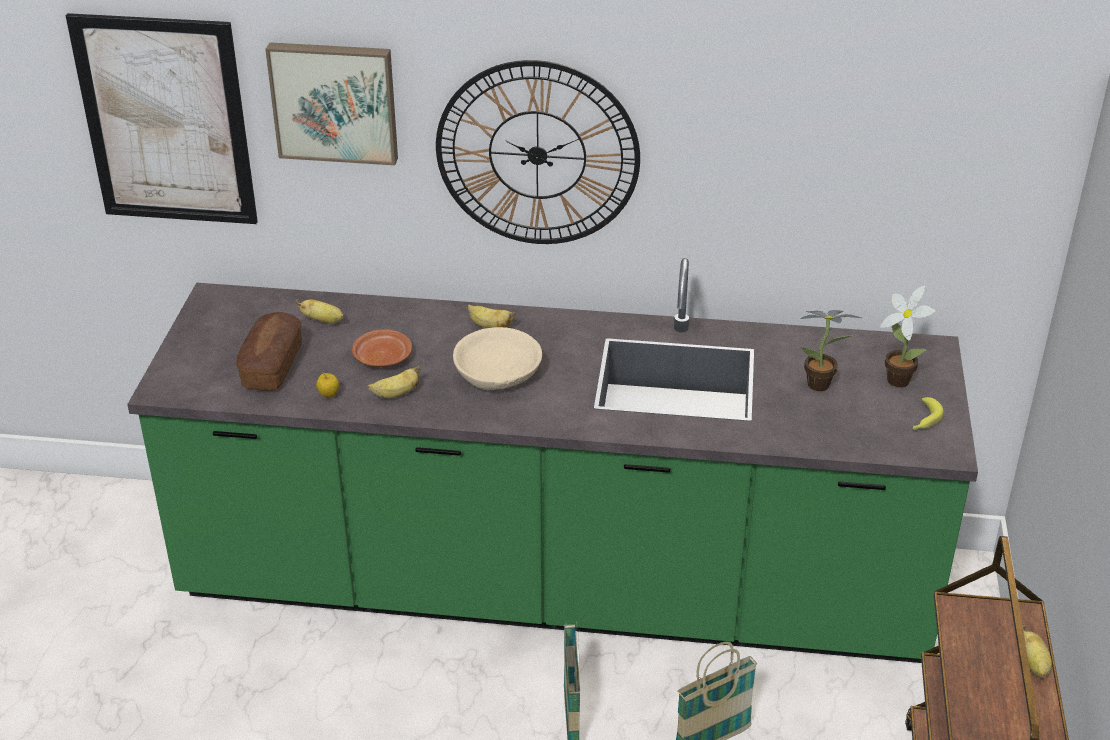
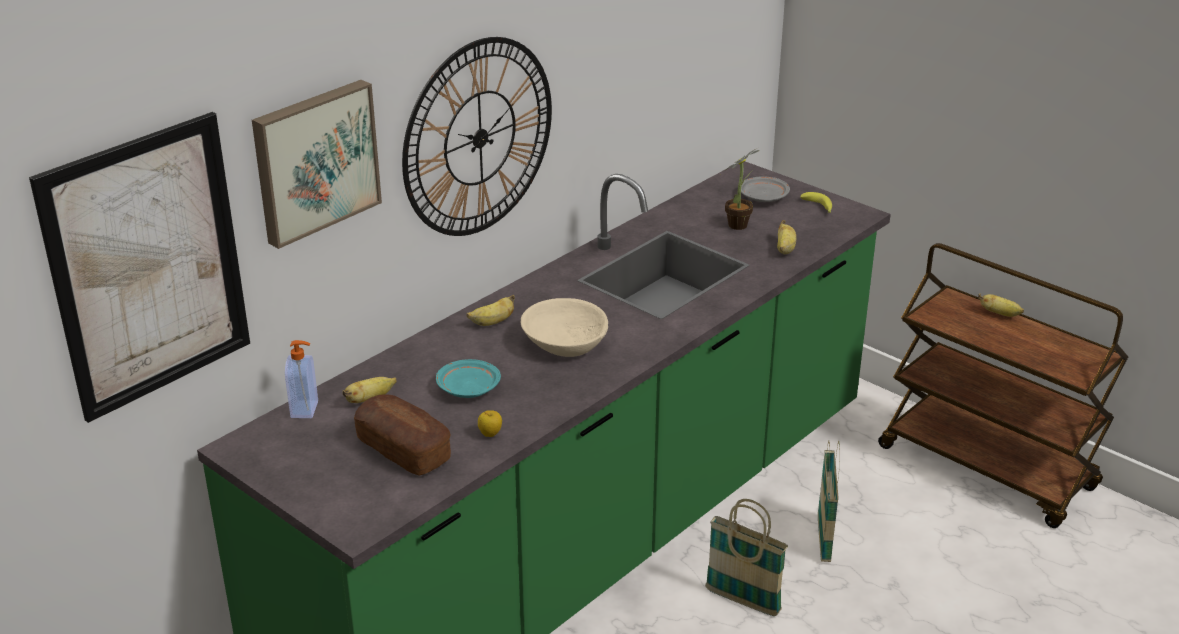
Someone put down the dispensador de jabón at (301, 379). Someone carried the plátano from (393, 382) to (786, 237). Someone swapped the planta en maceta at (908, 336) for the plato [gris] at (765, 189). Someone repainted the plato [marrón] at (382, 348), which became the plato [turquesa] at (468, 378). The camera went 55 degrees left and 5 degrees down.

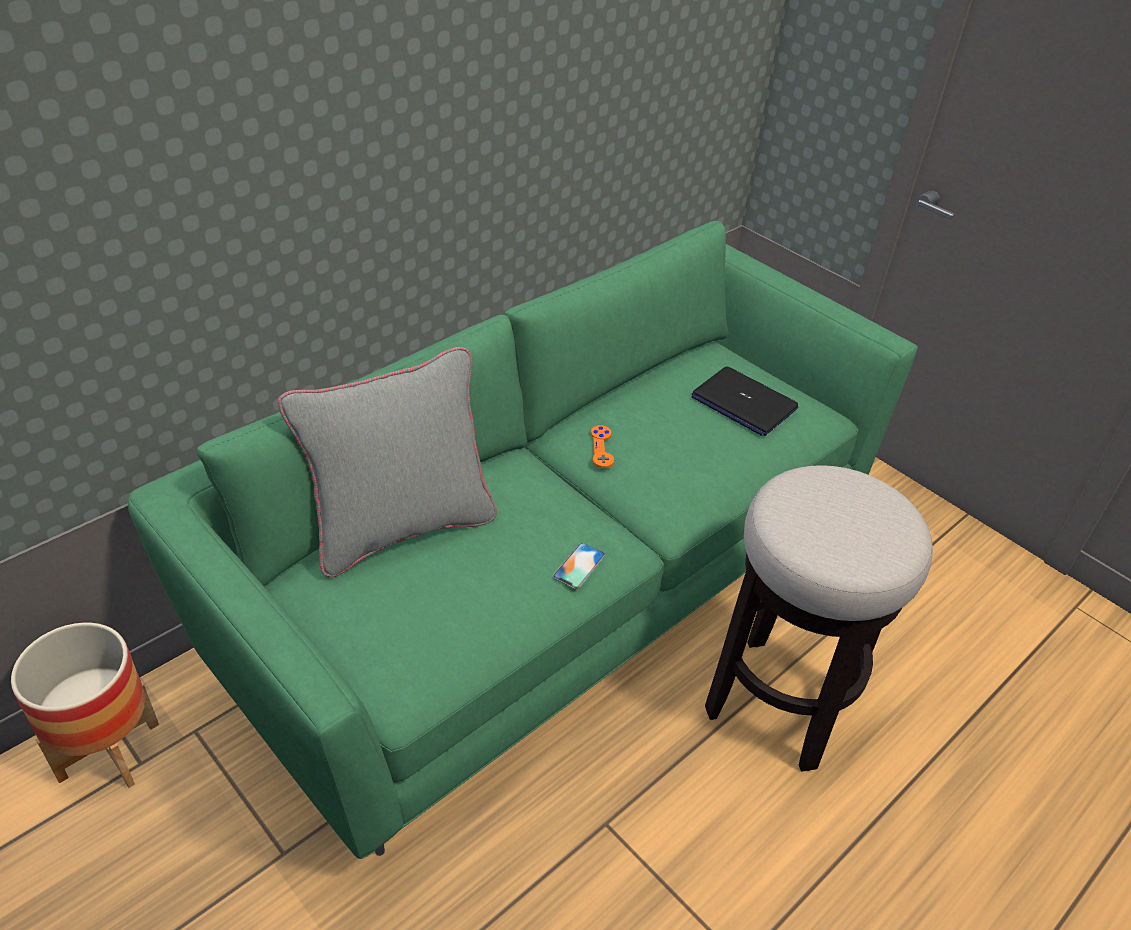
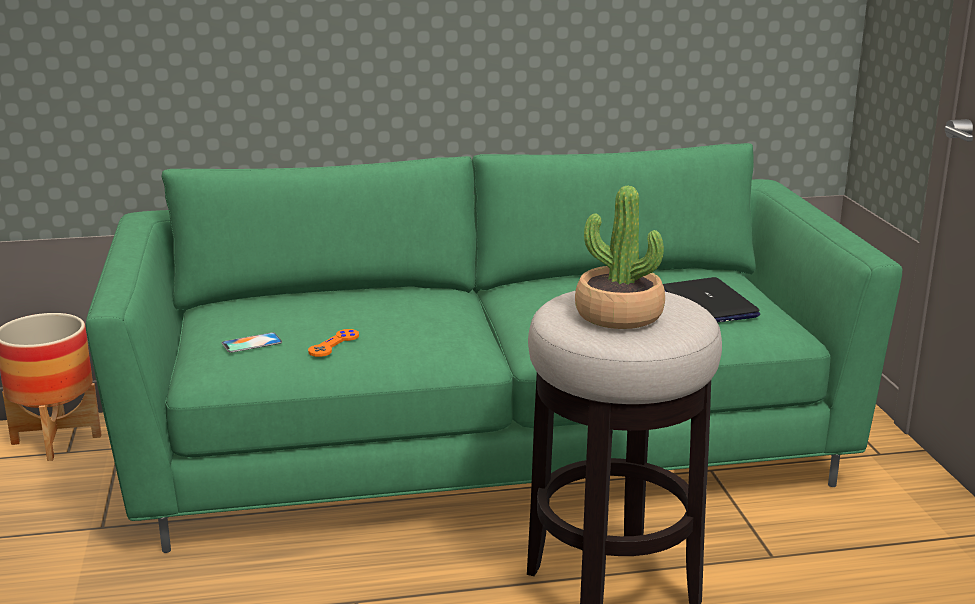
Someone took away the cojín [gris] at (387, 462). Someone put down the planta en maceta at (620, 257). Someone carried the móvil from (579, 566) to (252, 342). Someone carried the mando de consola [naranja] from (602, 446) to (333, 343). The camera went 35 degrees right and 20 degrees down.

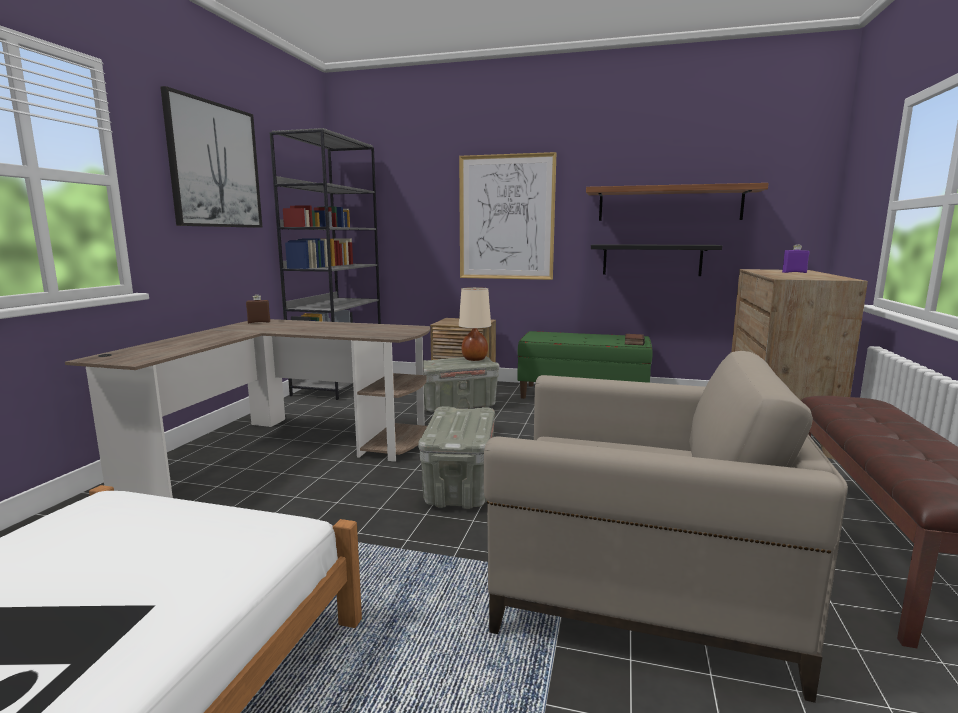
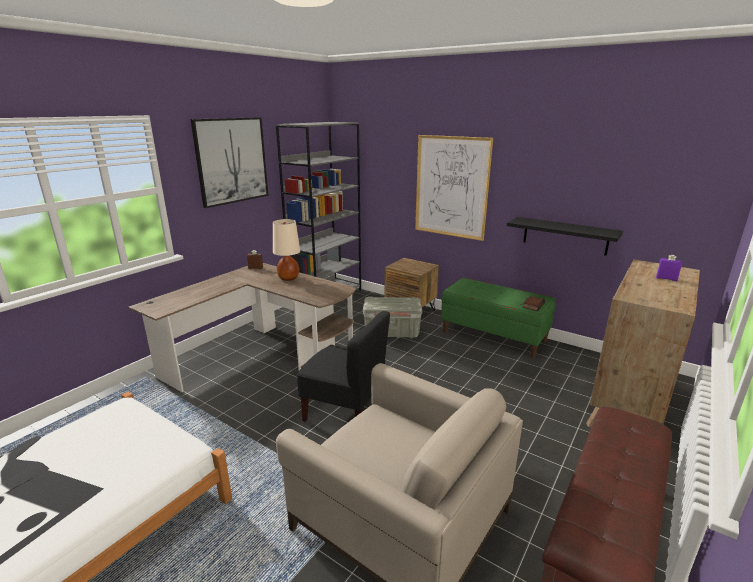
Someone took away the estante at (677, 202). Someone carried the lámpara de mesa [beis] from (475, 324) to (286, 250). Someone swapped the caja de almacenaje [gris] at (456, 457) for the silla [negro] at (343, 366). The camera went 20 degrees right and 10 degrees up.

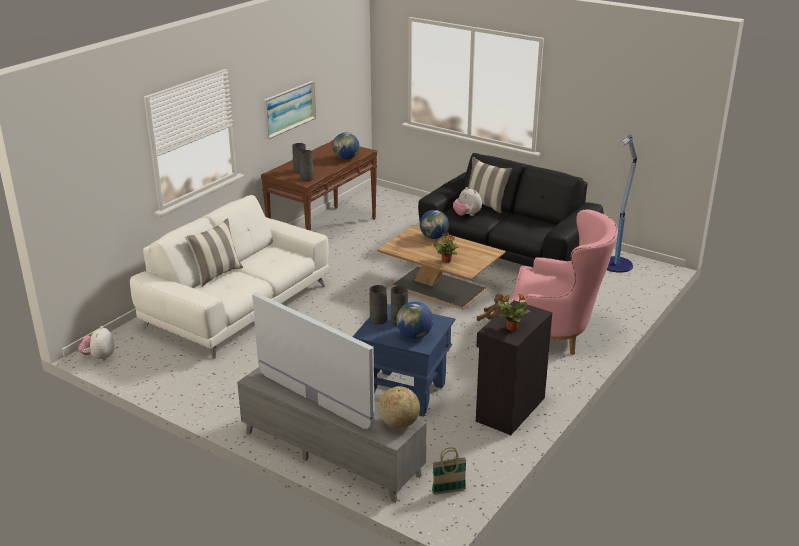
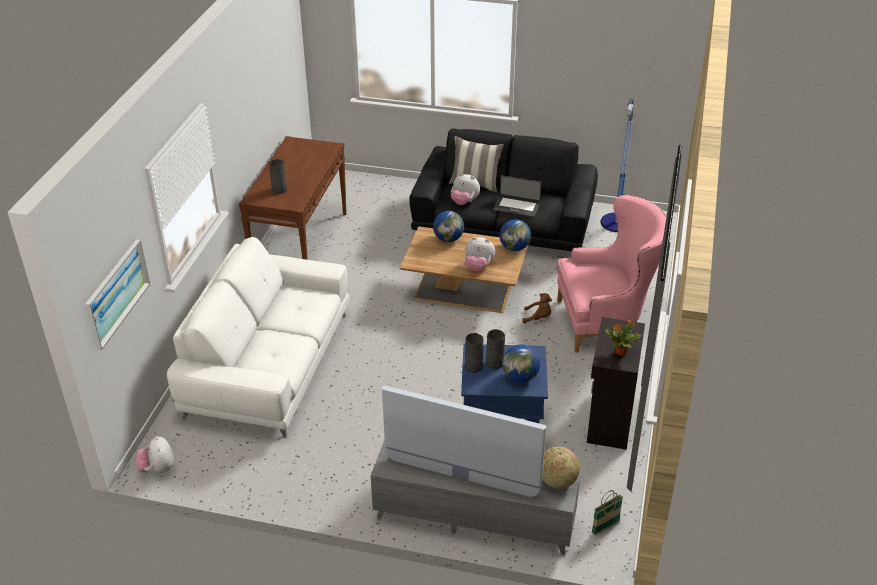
Someone took away the cojín at (214, 252). Someone took away the florero [gris] at (306, 165). Someone put down the portátil at (517, 196). Someone carried the cuadro from (289, 110) to (117, 294). Someone carried the globo terráqueo from (345, 146) to (515, 235). Someone swapped the planta en maceta at (446, 247) for the peluche at (480, 254). The camera went 20 degrees left and 10 degrees up.

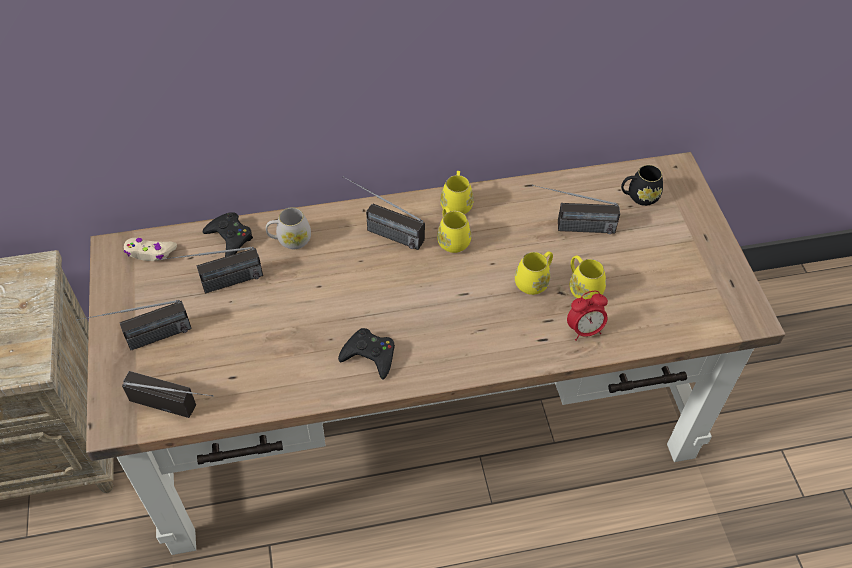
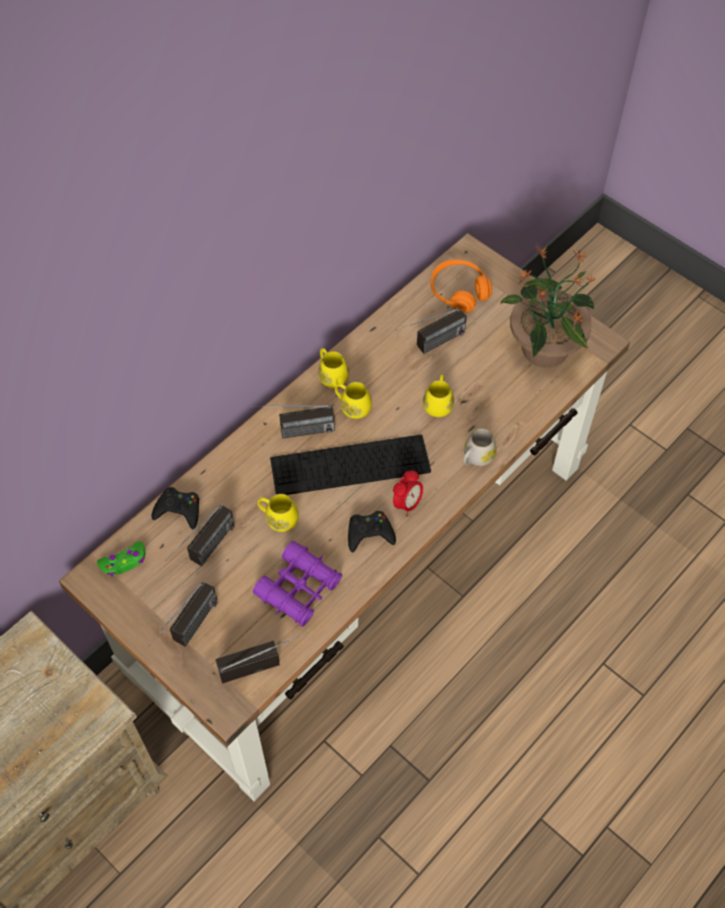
Someone put down the prismáticos [morado] at (297, 584). Someone put down the teclado at (350, 464). Someone put down the planta en maceta at (547, 306). Someone carried the taza grande [blanco] from (288, 228) to (479, 447). Someone carried the despertador from (587, 316) to (408, 493). Someone carried the taza grande [amarillo] from (588, 277) to (278, 513). Someone swapped the taza grande [negro] at (642, 185) for the auriculares [naranja] at (461, 286). Someone repainted the mando de consola [beis] at (150, 249), which became the mando de consola [verde] at (121, 558). The camera went 35 degrees left and 5 degrees up.

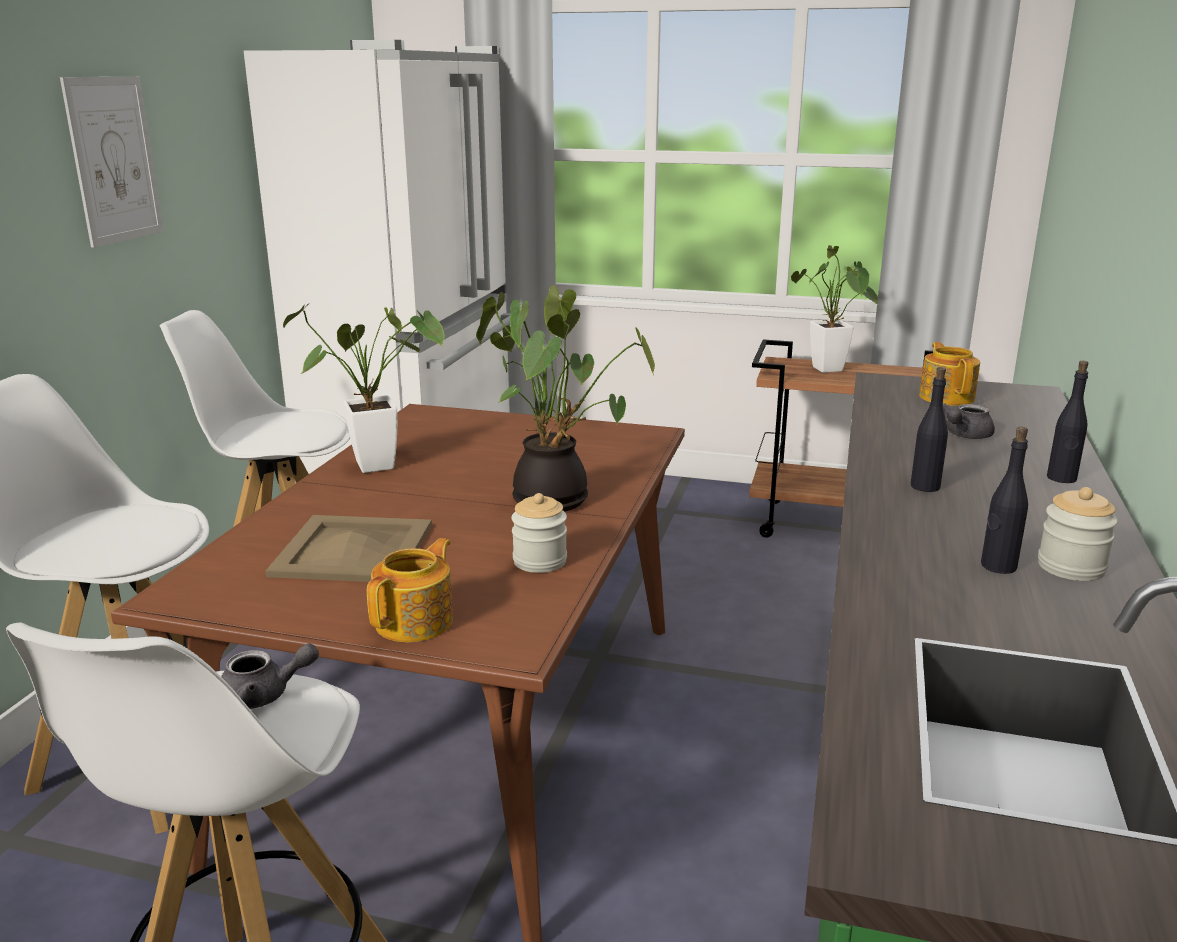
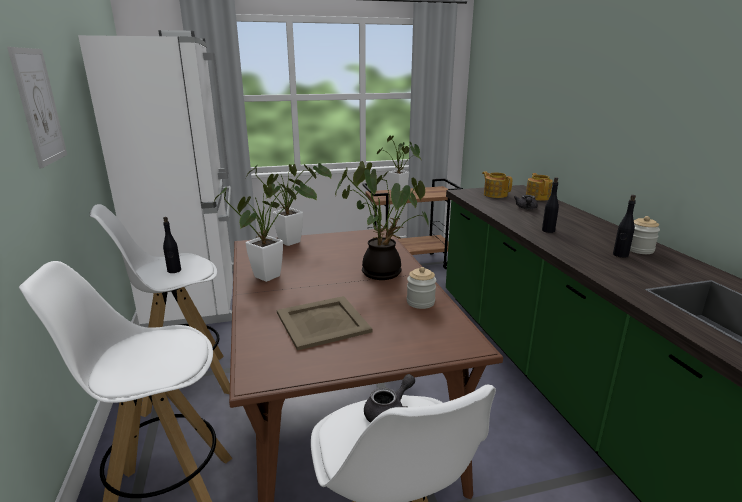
Someone put down the planta en maceta at (289, 204). Someone carried the tetera from (410, 590) to (539, 187). Someone carried the botella [negro] from (1068, 422) to (172, 245). The camera went 30 degrees left and 0 degrees up.

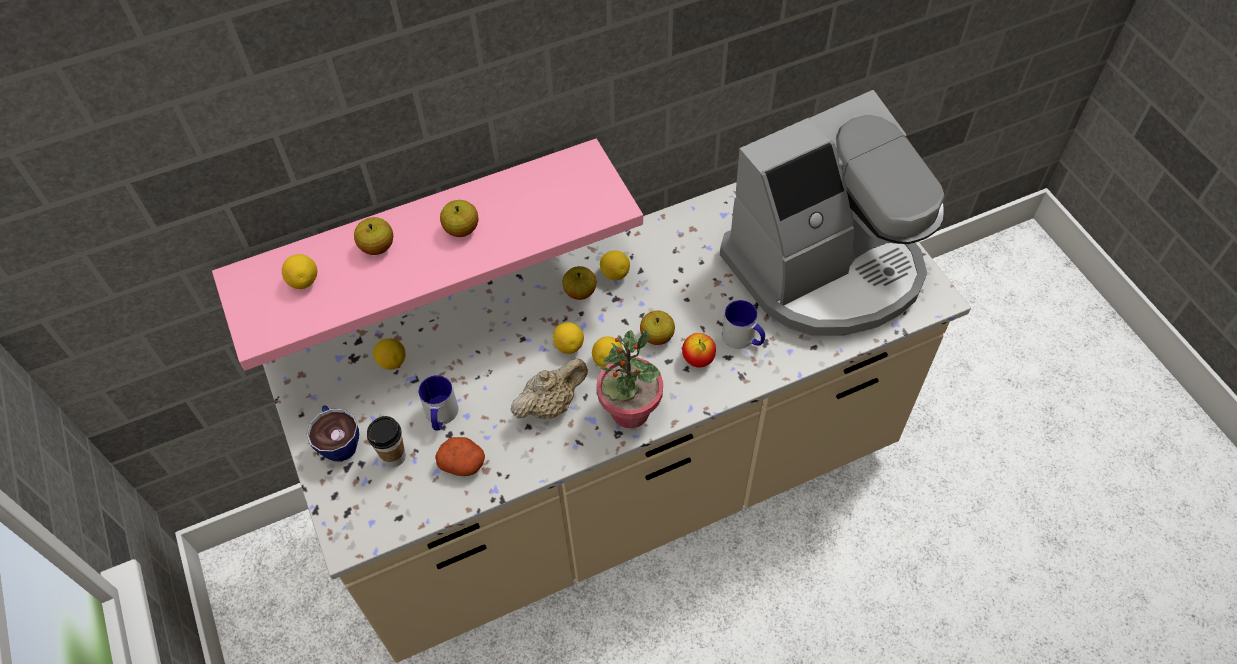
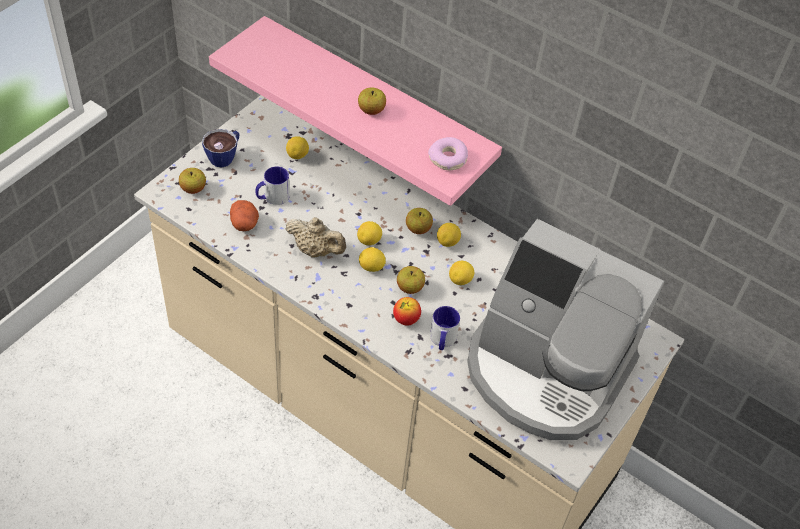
Someone took away the taza at (386, 441). Someone took away the planta en maceta at (629, 379). Someone put down the rosquilla at (448, 153). Someone carried the limón from (299, 271) to (461, 273). Someone carried the manzana from (373, 236) to (192, 181). The camera went 55 degrees right and 5 degrees down.

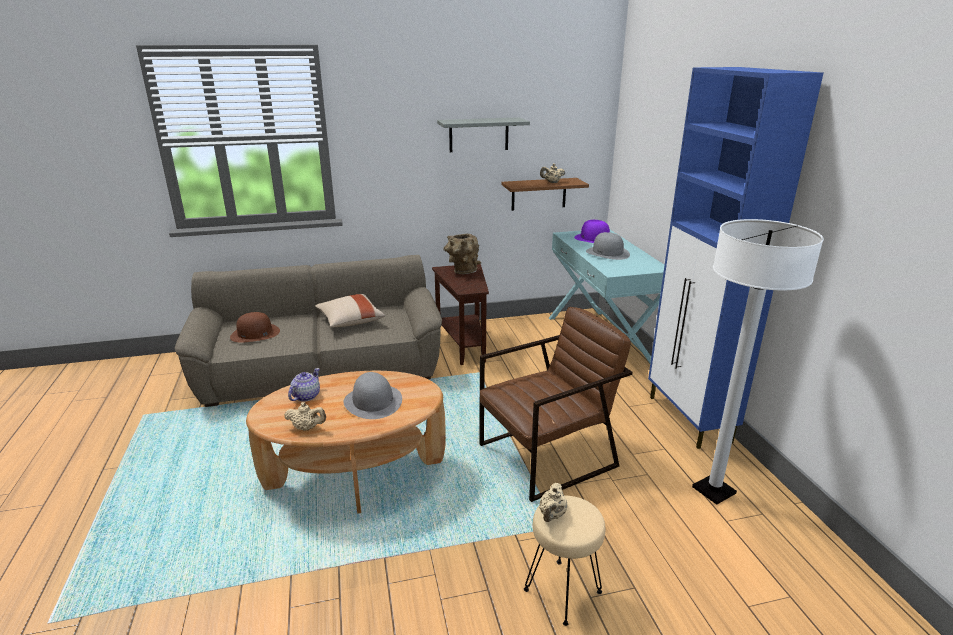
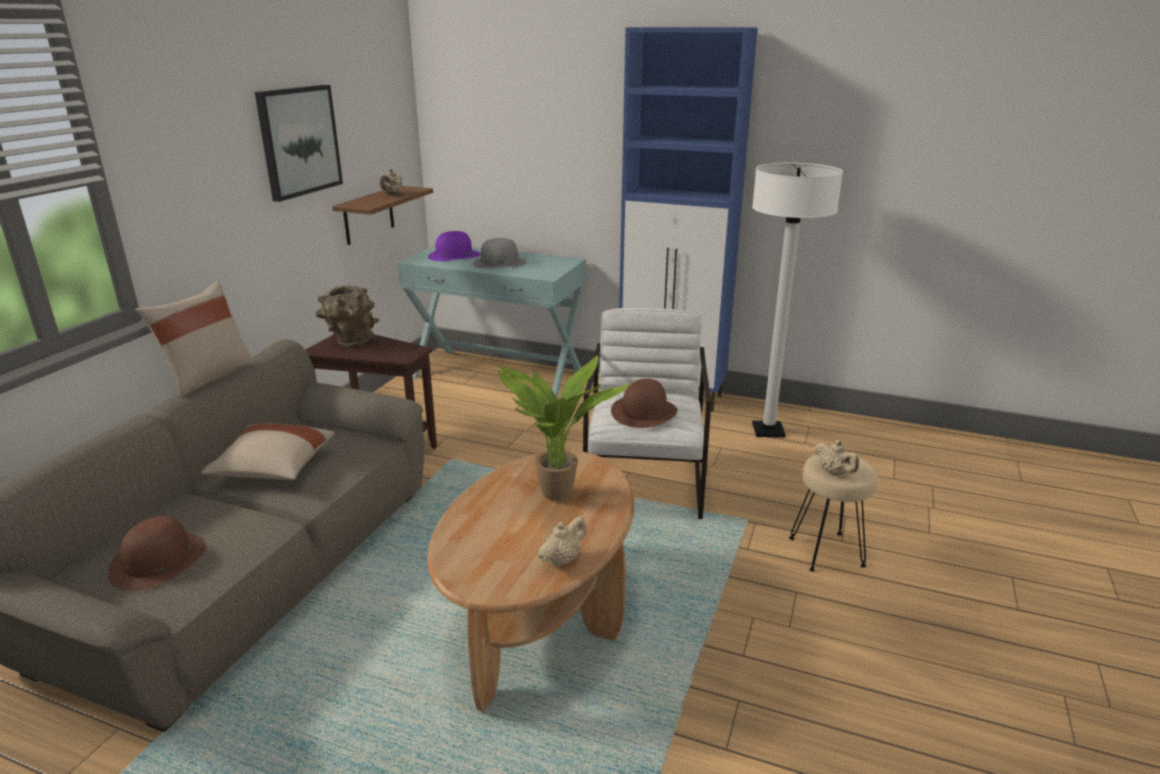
Someone took away the tetera at (304, 385). Someone put down the cojín [beis] at (194, 339). Someone put down the sombrero [marrón] at (644, 403). Someone swapped the sombrero [gris] at (373, 395) for the planta en maceta at (563, 428). Someone swapped the estante [gris] at (483, 134) for the cuadro at (299, 143). Someone repainted the sillón [marrón] at (555, 404), which became the sillón [blanco] at (647, 413). The camera went 55 degrees left and 0 degrees up.

